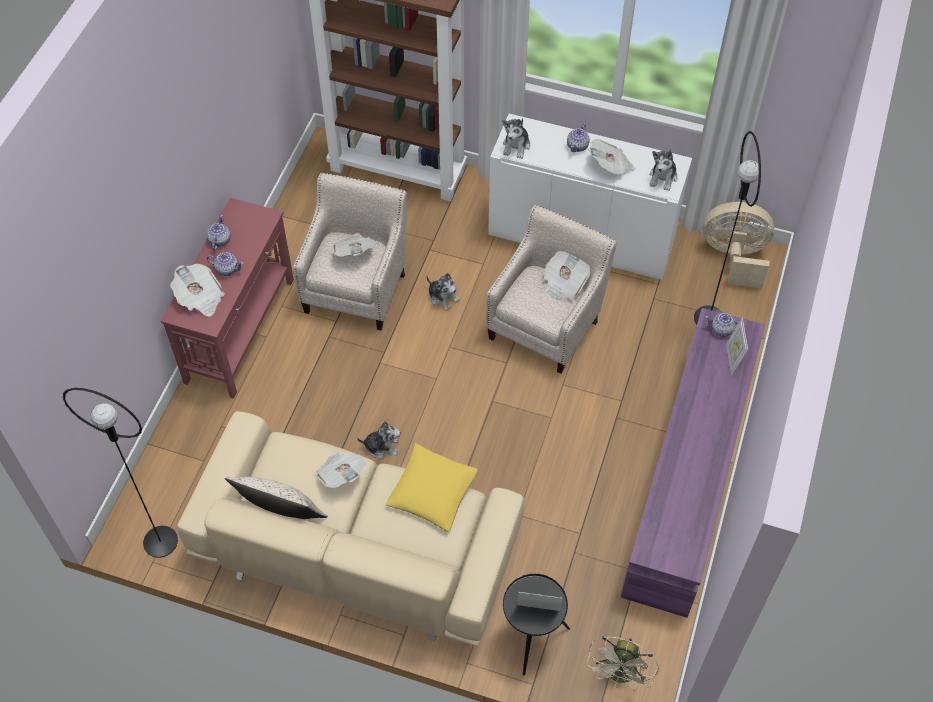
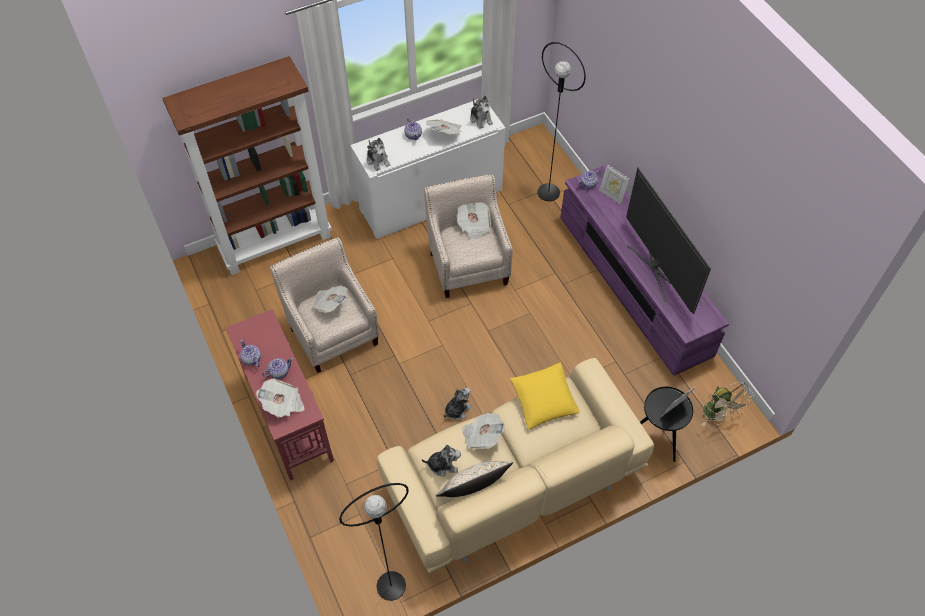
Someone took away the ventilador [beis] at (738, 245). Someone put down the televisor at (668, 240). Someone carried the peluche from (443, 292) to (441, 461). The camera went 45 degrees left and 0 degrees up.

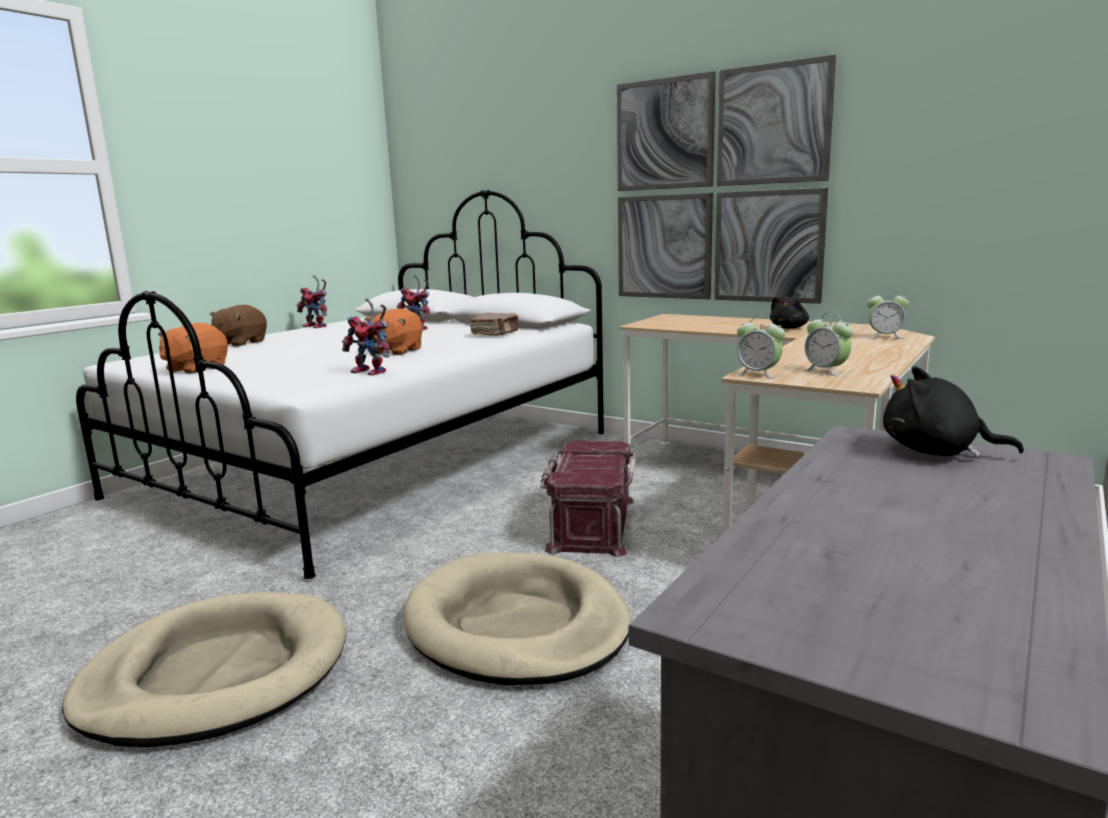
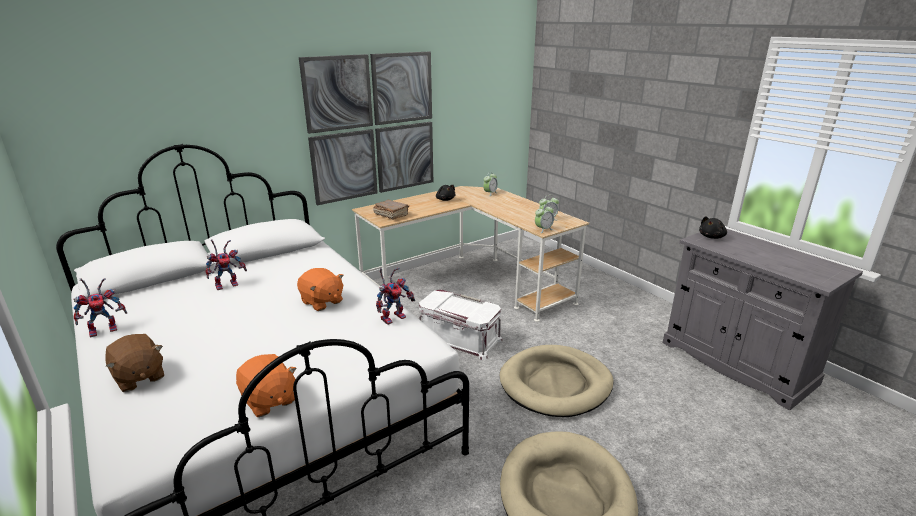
Someone carried the libro [marrón] from (494, 324) to (391, 210). Someone repainted the caja de almacenaje [rojo] at (588, 499), which became the caja de almacenaje [blanco] at (461, 325). The camera went 70 degrees left and 10 degrees up.

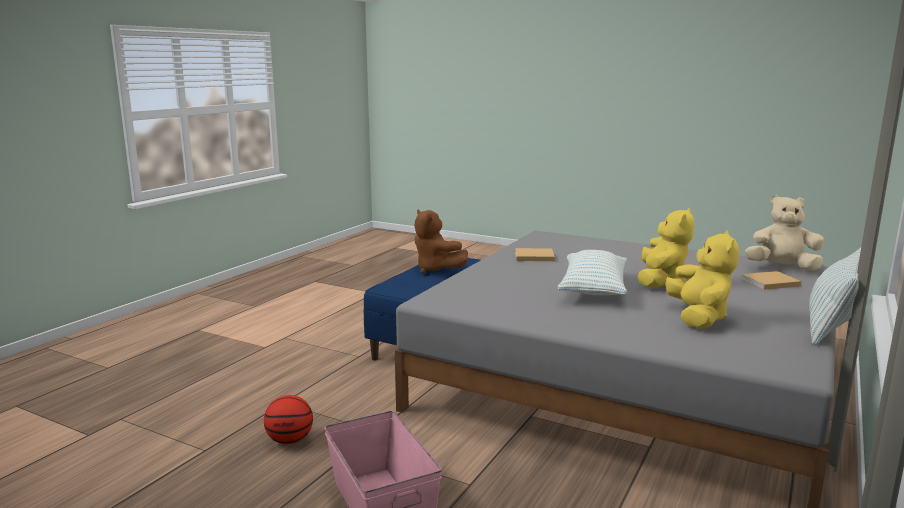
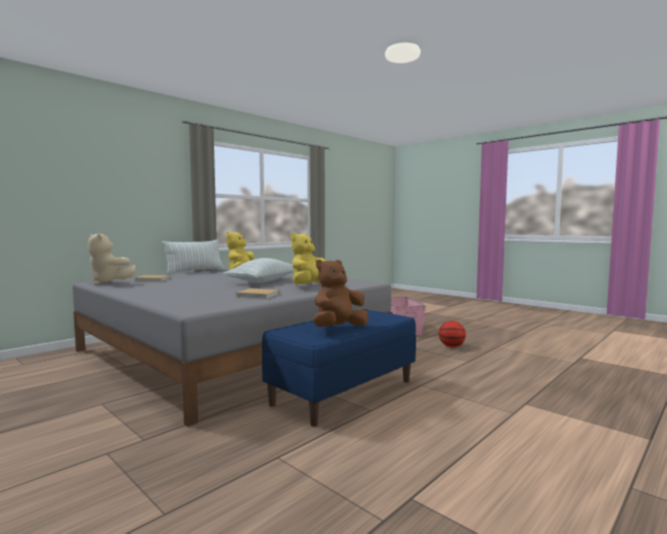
Someone carried the peluche [amarillo] from (665, 248) to (308, 259). Someone rotated the peluche [marrón] at (441, 241) by 105 degrees counterclockwise. The camera went 165 degrees left and 10 degrees down.

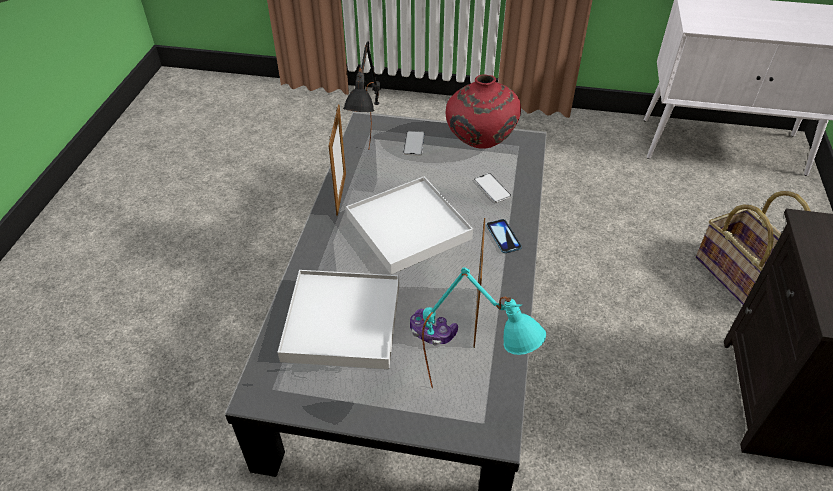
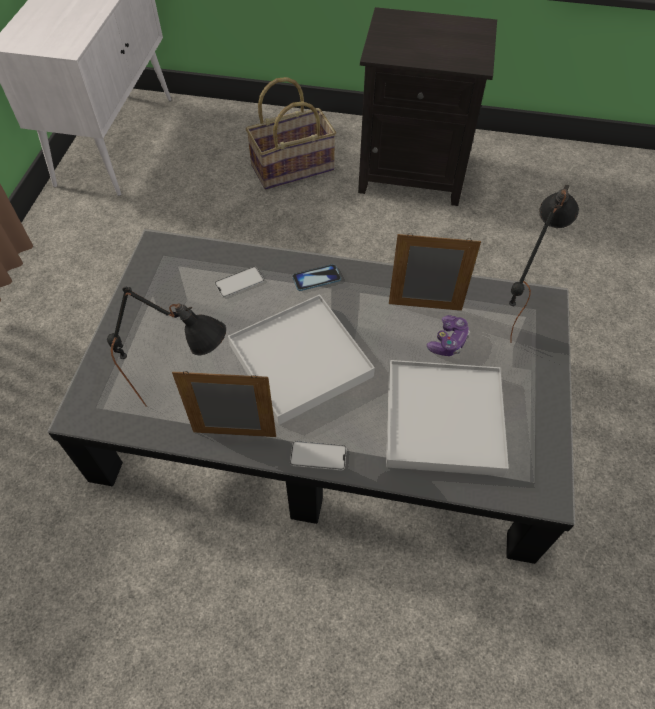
Someone took away the florero [rojo] at (483, 111). Someone carried the móvil from (414, 143) to (318, 455). Someone repainted the lámpara de mesa [turquesa] at (484, 327), which became the lámpara de mesa [negro] at (544, 264). The camera went 90 degrees left and 10 degrees up.

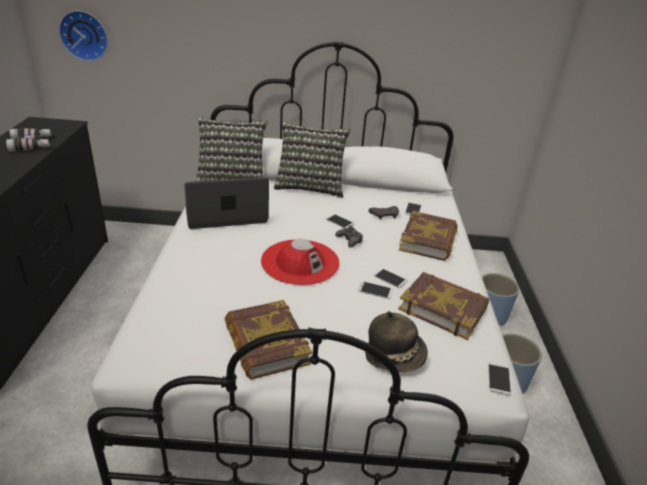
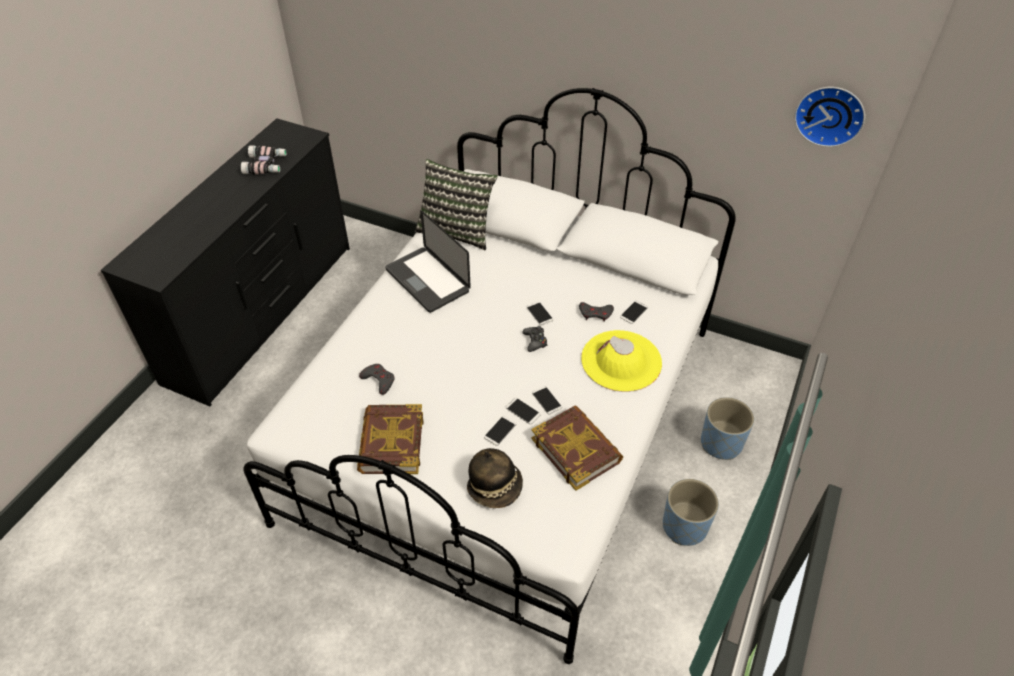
Someone took away the sombrero [rojo] at (300, 262). Someone took away the cojín at (312, 160). Someone put down the mando de consola [gris] at (377, 379). Someone carried the reloj de pared from (83, 35) to (830, 117). Someone carried the móvil from (500, 379) to (500, 431). Someone swapped the libro at (428, 236) for the sombrero [amarillo] at (621, 361). Someone rotated the portátil at (226, 203) by 135 degrees counterclockwise. The camera went 25 degrees right and 15 degrees up.

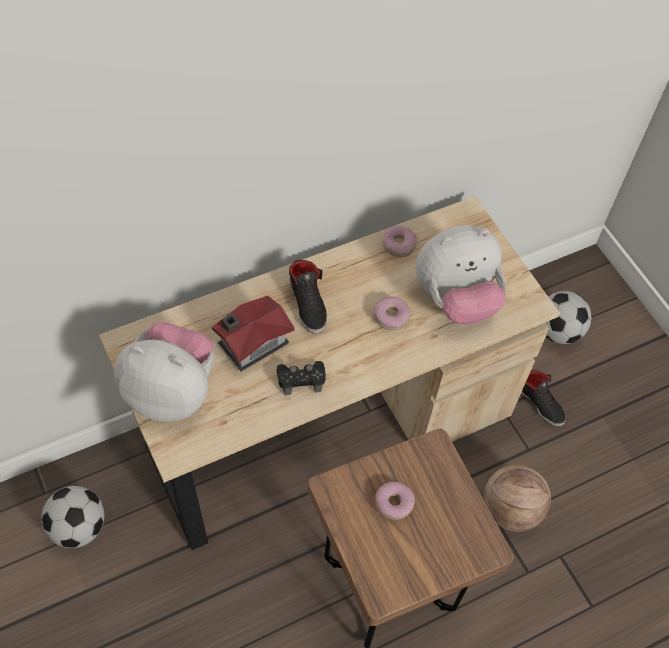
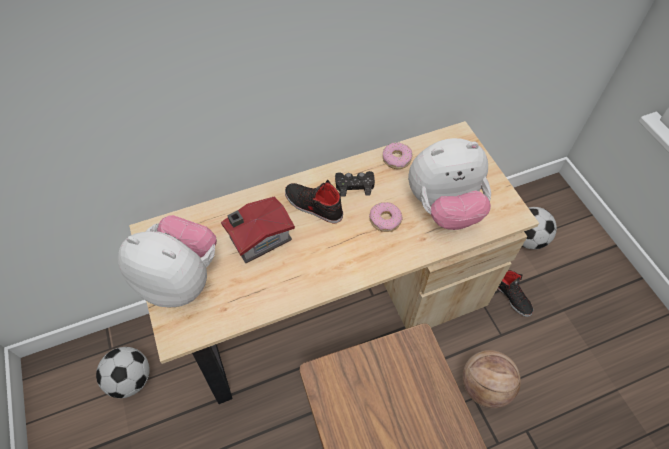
Someone took away the rosquilla at (395, 501). Someone carried the mando de consola [negro] from (301, 378) to (355, 184). Someone rotated the zapato [negro] at (308, 296) by 135 degrees clockwise. The camera went 10 degrees right and 0 degrees up.

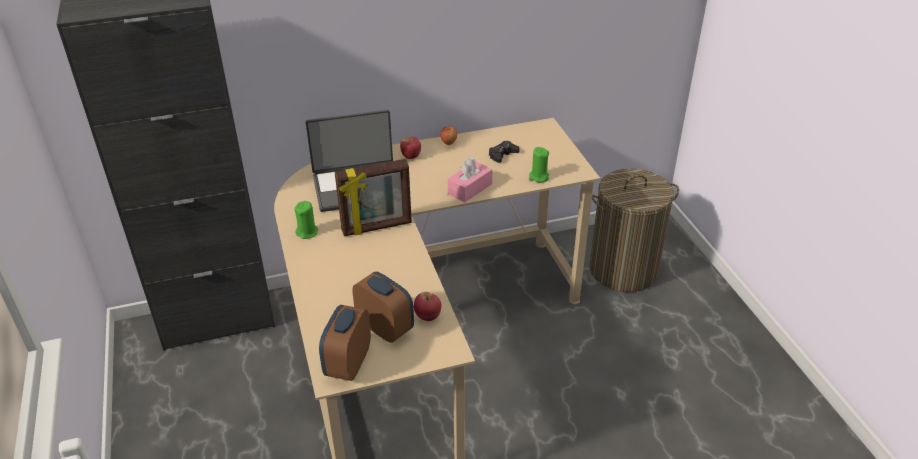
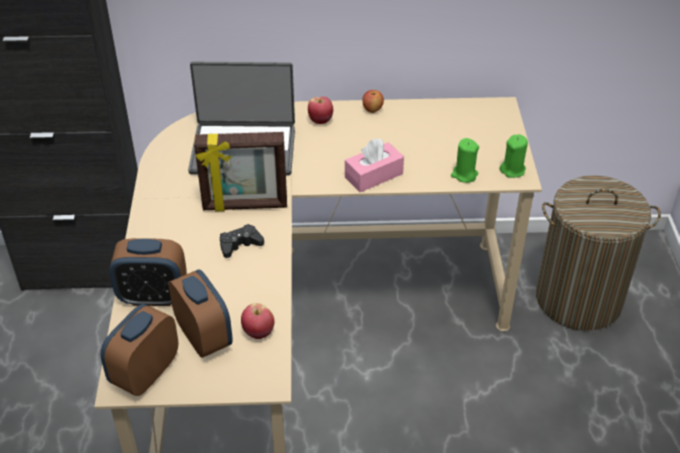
Someone put down the despertador at (148, 272). Someone carried the vela [verde] from (306, 220) to (514, 156). Someone carried the mando de consola [negro] from (504, 152) to (242, 241). The camera went 15 degrees right and 5 degrees up.

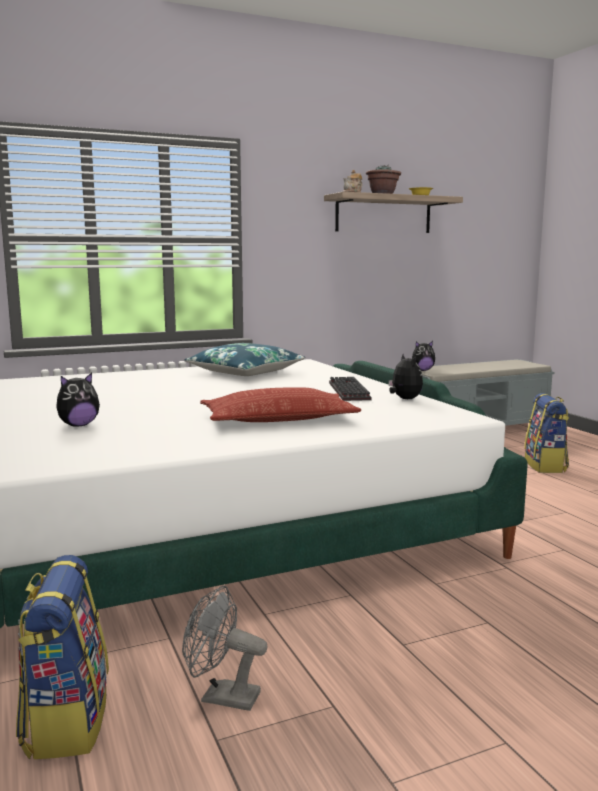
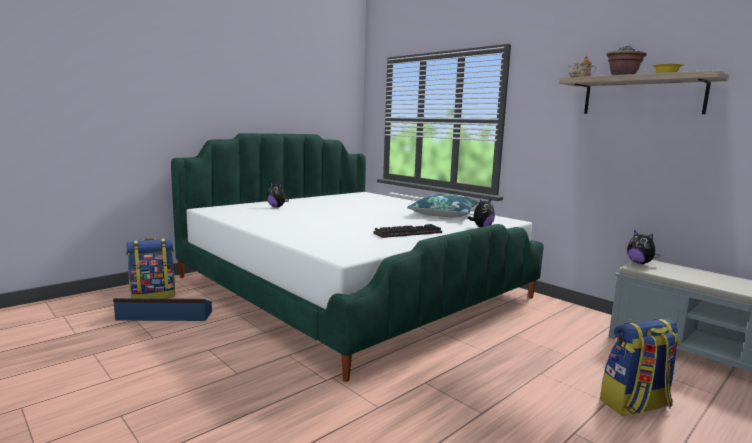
Someone took away the cojín at (280, 404). Someone carried the peluche from (405, 376) to (481, 213). Someone swapped the ventilador [gris] at (224, 648) for the caja de almacenaje [azul] at (162, 309). The camera went 70 degrees right and 0 degrees up.

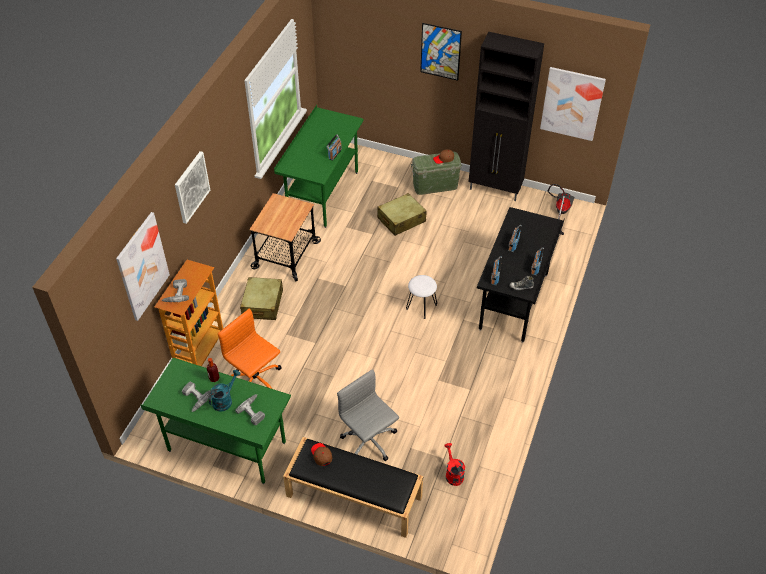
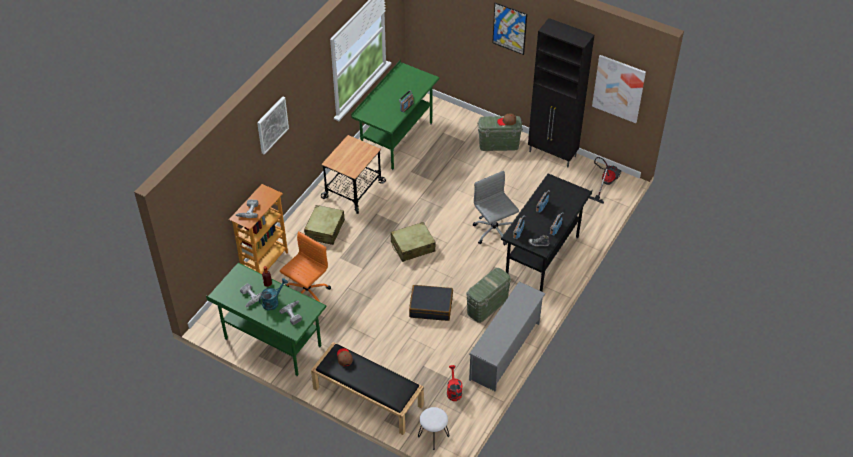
Someone took away the cuadro at (143, 266). Someone put down the maleta [negro] at (431, 303). Someone put down the caja de almacenaje [verde] at (488, 295). Someone put down the zapatero [gris] at (507, 336). Someone carried the silla de oficina [gris] from (368, 415) to (496, 208). Someone carried the maleta [beis] from (402, 214) to (413, 242). Someone carried the taburete [blanco] from (421, 297) to (433, 428). Someone rotated the silla de oficina [naranja] at (249, 349) by 75 degrees clockwise. The camera went 10 degrees right and 0 degrees up.

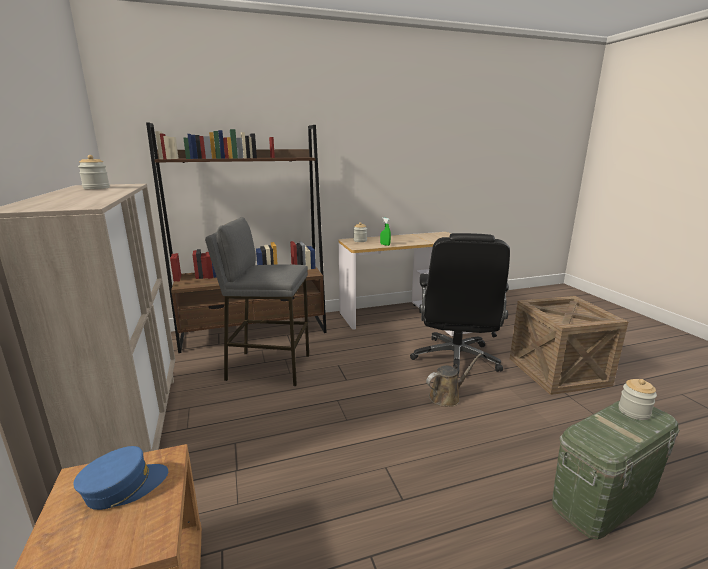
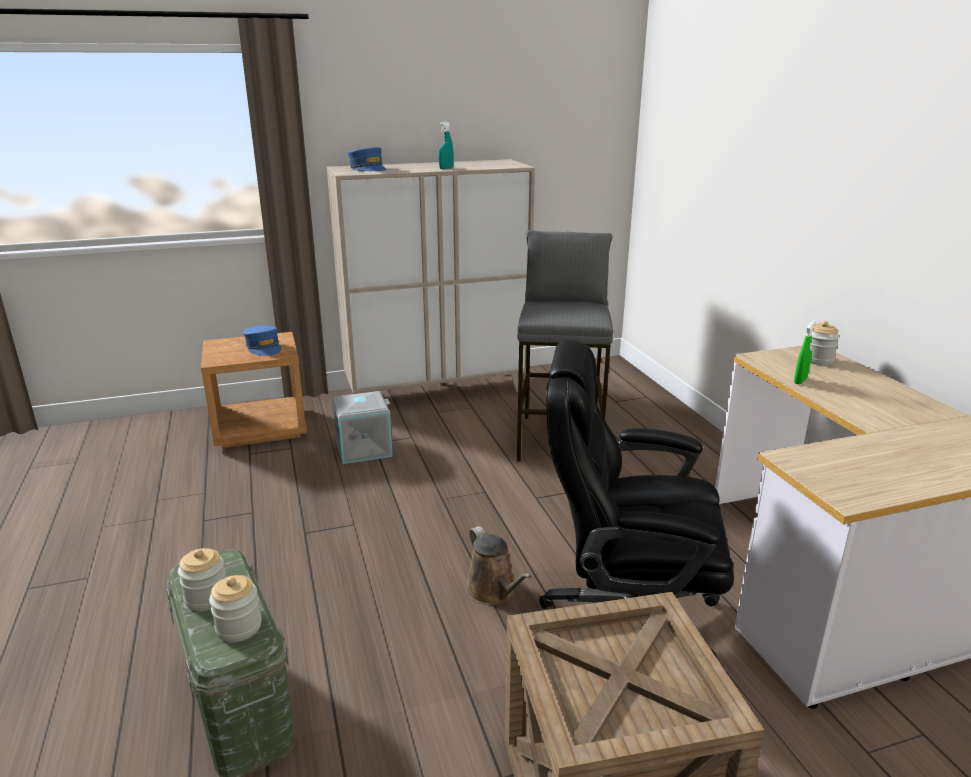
Someone took away the estantería [marrón] at (236, 237). Someone put down the caja de almacenaje [gris] at (362, 427). Someone put down the gorra [azul] at (367, 159). Someone put down the pulverizador [turquesa] at (446, 145). Someone carried the tarro from (94, 172) to (202, 579). The camera went 90 degrees right and 5 degrees up.

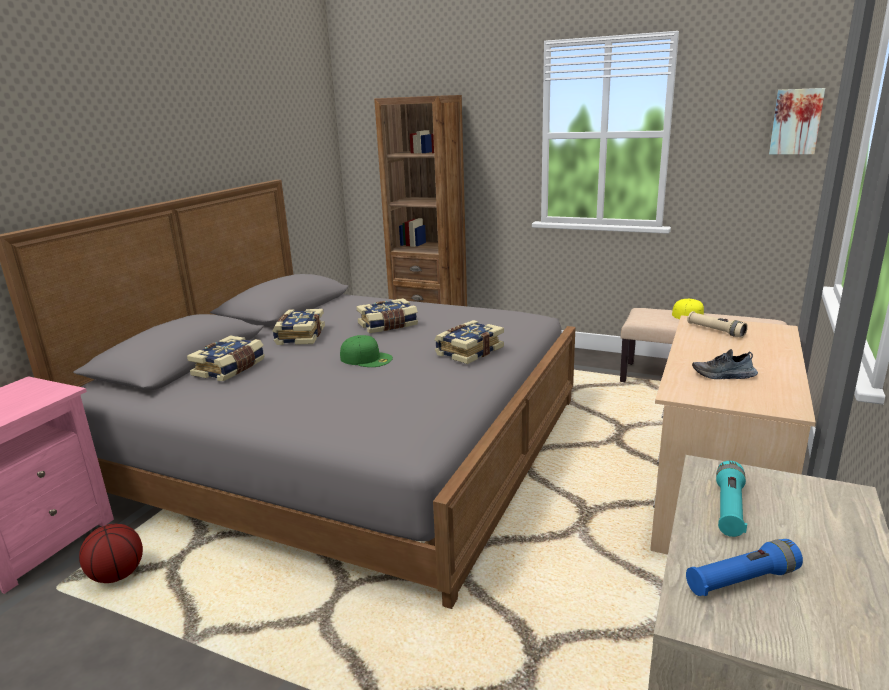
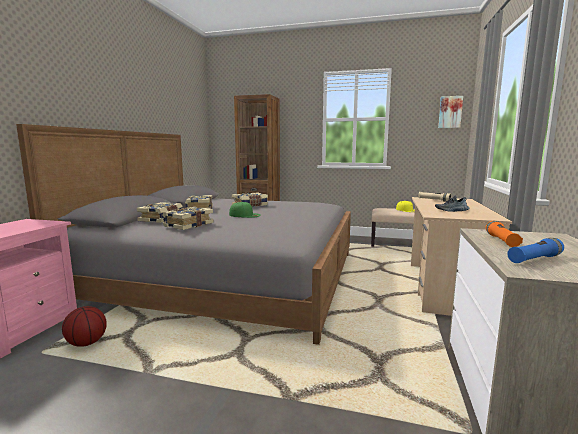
Someone carried the libro from (469, 342) to (187, 218). Someone repainted the linterna [turquesa] at (731, 499), which became the linterna [naranja] at (504, 234). The camera went 10 degrees left and 10 degrees down.

